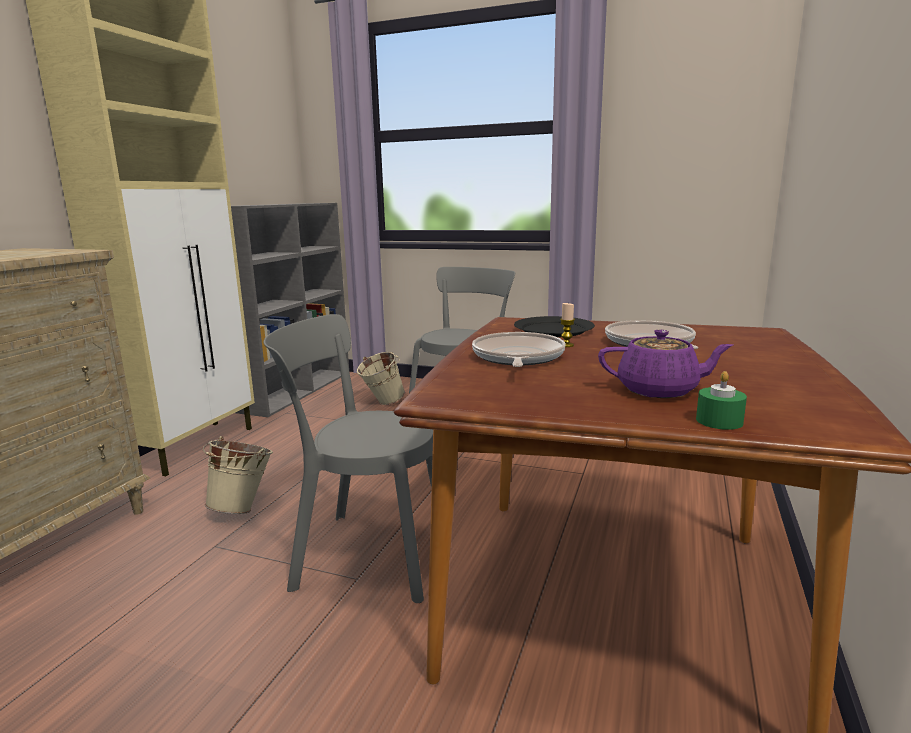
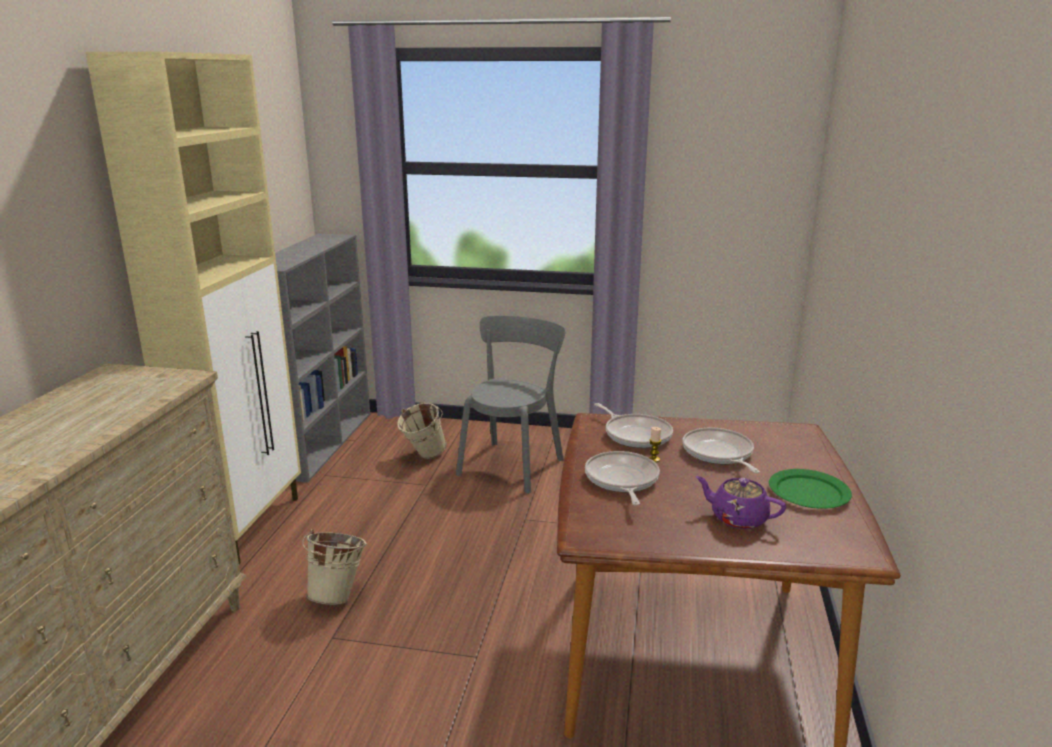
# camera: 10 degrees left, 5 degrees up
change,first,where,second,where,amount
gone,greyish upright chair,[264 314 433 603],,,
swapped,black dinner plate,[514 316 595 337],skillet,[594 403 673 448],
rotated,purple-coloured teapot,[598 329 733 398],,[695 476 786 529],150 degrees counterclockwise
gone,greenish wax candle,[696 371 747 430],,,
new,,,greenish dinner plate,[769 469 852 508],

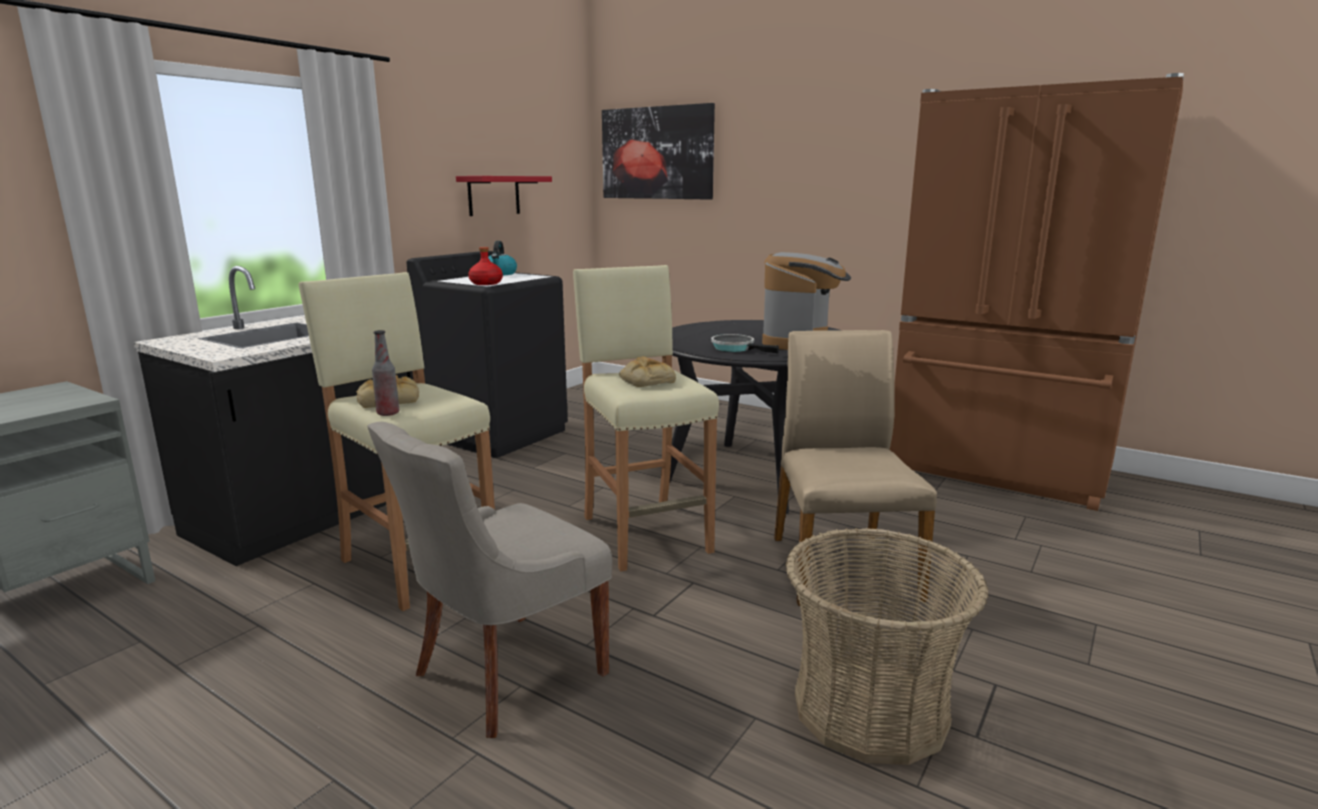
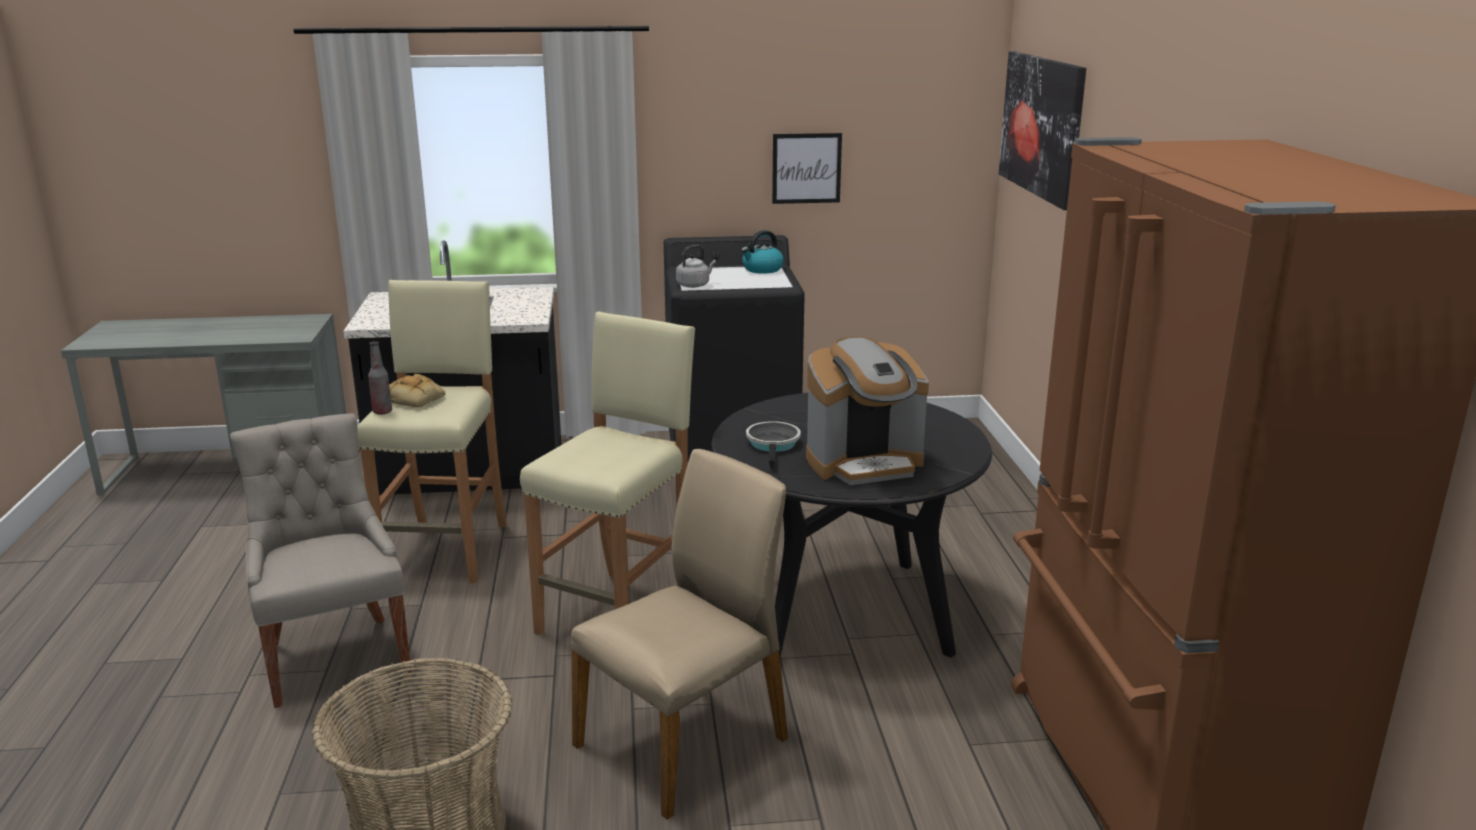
# camera: 50 degrees right, 5 degrees up
change,first,where,second,where,amount
rotated,greyish upright chair,[367 422 612 738],,[230 413 411 708],60 degrees clockwise
swapped,red-coloured wall shelf,[456 176 552 216],picture,[772 133 842 204],
swapped,red-coloured beverage bottle,[468 247 503 285],greyish water kettle,[676 245 716 288],
gone,bakery bread,[619 356 676 387],,,

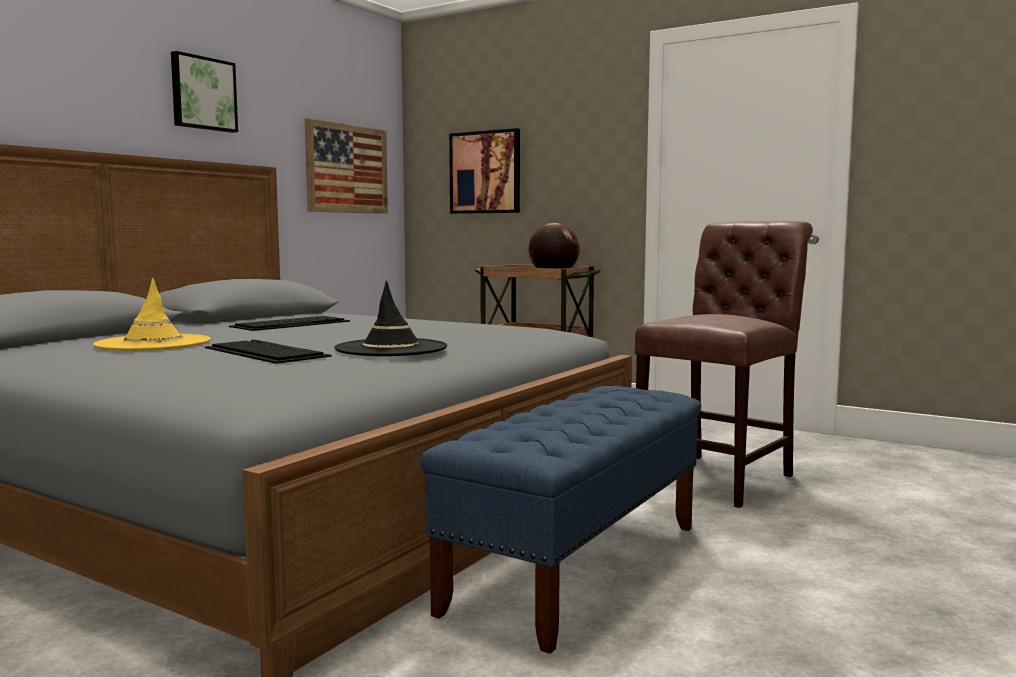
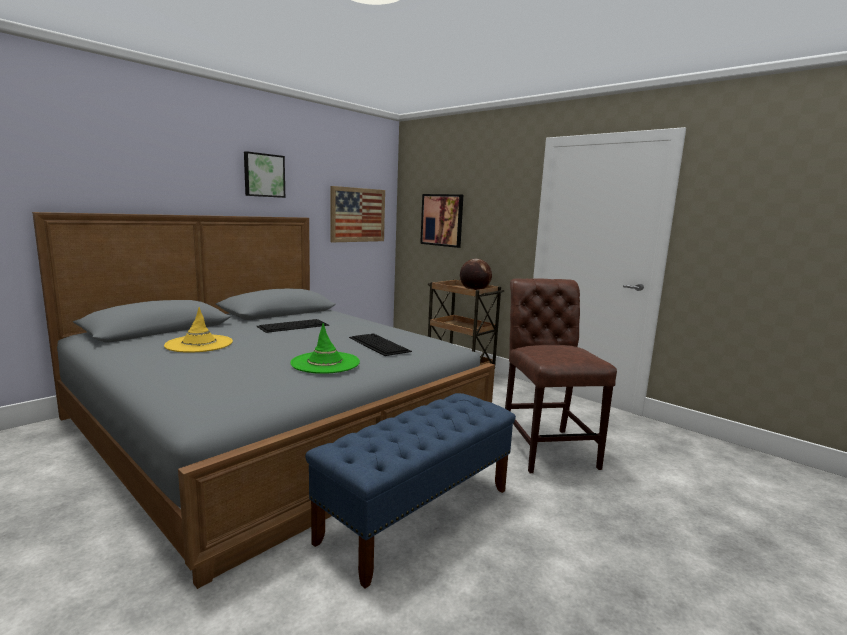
# camera: 10 degrees right, 5 degrees up
change,first,where,second,where,amount
shifted,computer keyboard,[205 340 332 364],,[349 333 412 356],
repainted,black hat,[334 281 447 356],greenish hat,[290 323 360 374],
rotated,brown-coloured upright chair,[634 221 813 508],,[505 278 617 473],60 degrees counterclockwise

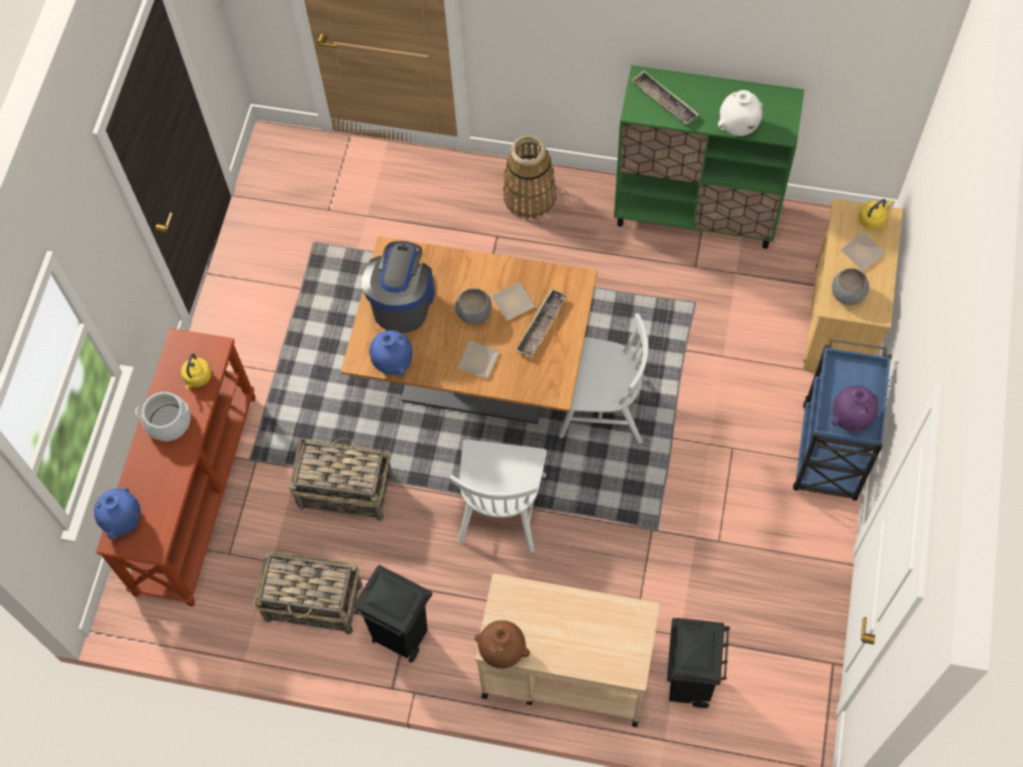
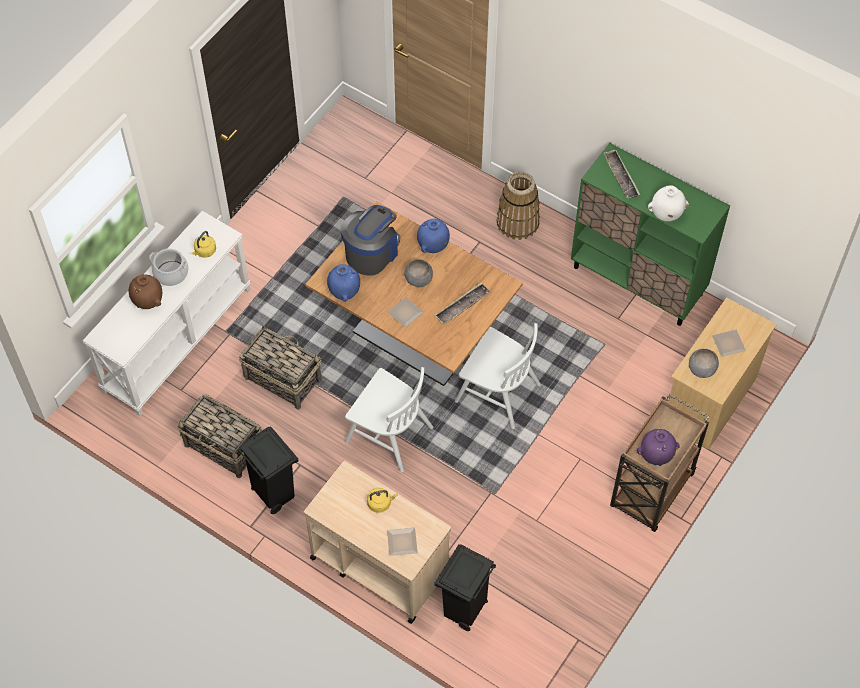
# camera: 20 degrees right, 5 degrees down
change,first,where,second,where,amount
shifted,blue decorative vase,[94 488 141 540],,[417 218 450 253],
repainted,brown-coloured hall table,[96 328 256 607],white-coloured hall table,[83 211 251 416],
rotated,white-coloured upright chair,[450 439 547 553],,[345 367 433 472],90 degrees counterclockwise
shifted,brown-coloured decorative vase,[474 620 530 669],,[129 274 162 309],
shifted,dinner plate,[491 282 535 321],,[387 528 418 556],
repainted,blue cart,[793 338 892 501],brown-coloured cart,[610 394 709 532],
shifted,yellow water kettle,[859 199 893 230],,[367 488 398 513],

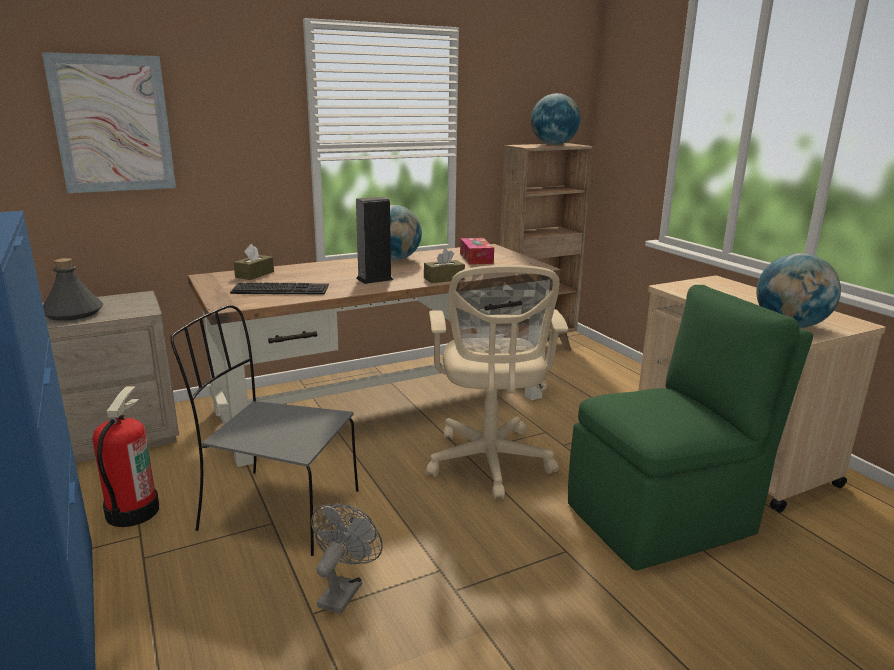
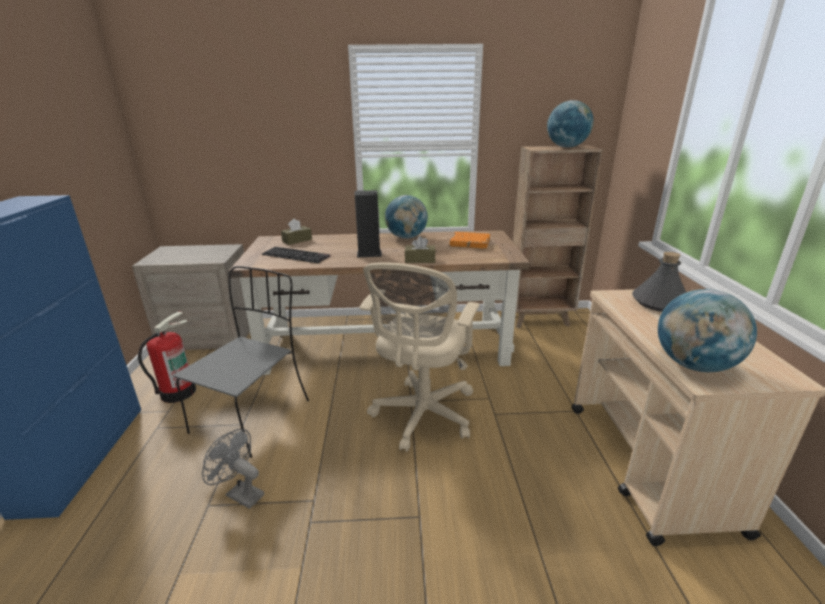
# camera: 25 degrees right, 5 degrees up
change,first,where,second,where,amount
gone,picture,[42 52 176 193],,,
shifted,greyish beverage bottle,[43 258 103 321],,[632 252 686 312],
rotated,greyish upright chair,[171 305 358 556],,[173 266 309 458],75 degrees clockwise
rotated,greyish electric fan,[311 504 383 614],,[202 429 264 509],105 degrees counterclockwise
swapped,tissue holder,[460 238 494 265],orange-coloured book,[449 232 490 249],
gone,greenish upright chair,[568 285 813 571],,,

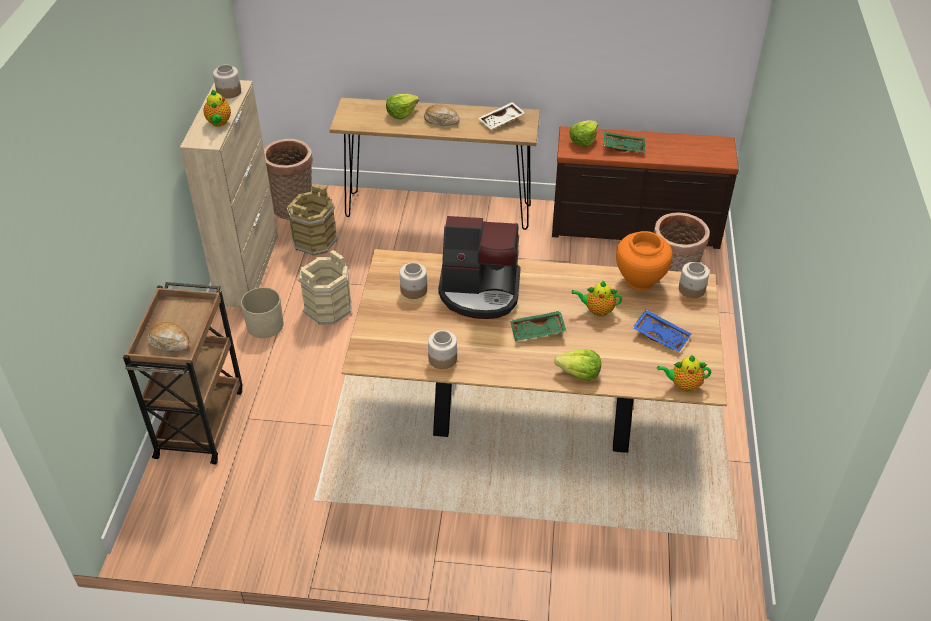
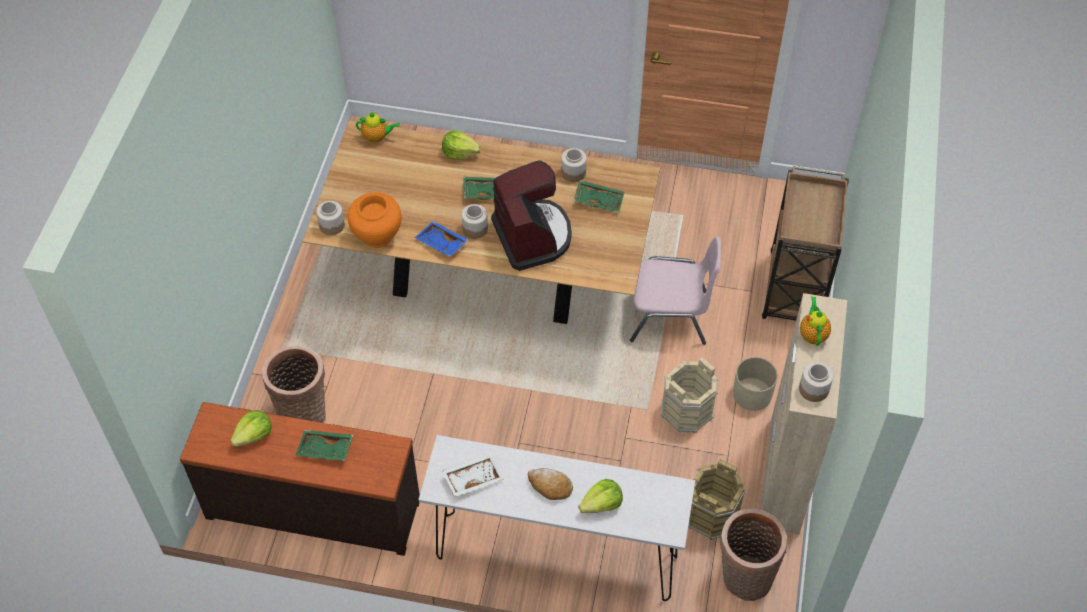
# camera: 175 degrees left, 10 degrees up
change,first,where,second,where,amount
gone,bakery bread,[148 322 190 351],,,
repainted,brown-coloured hall table,[330 97 540 230],white-coloured hall table,[418 435 695 601],
shifted,storage jar,[400 263 427 299],,[462 204 488 239],
rotated,coffee maker,[438 216 521 319],,[491 160 572 271],60 degrees clockwise
shifted,lettuce,[570 120 598 147],,[230 410 272 447],
gone,teapot,[571 280 622 317],,,
shifted,blue tray,[632 310 692 353],,[414 221 468 257],
new,,,greenish tray,[574 180 624 213],
new,,,pink upright chair,[630 237 721 345],

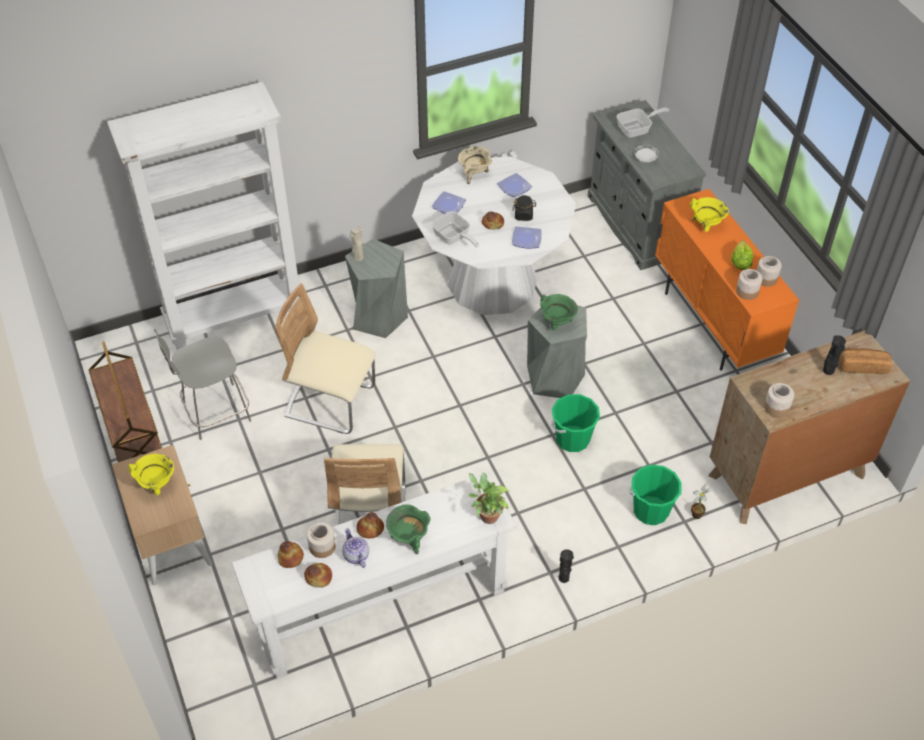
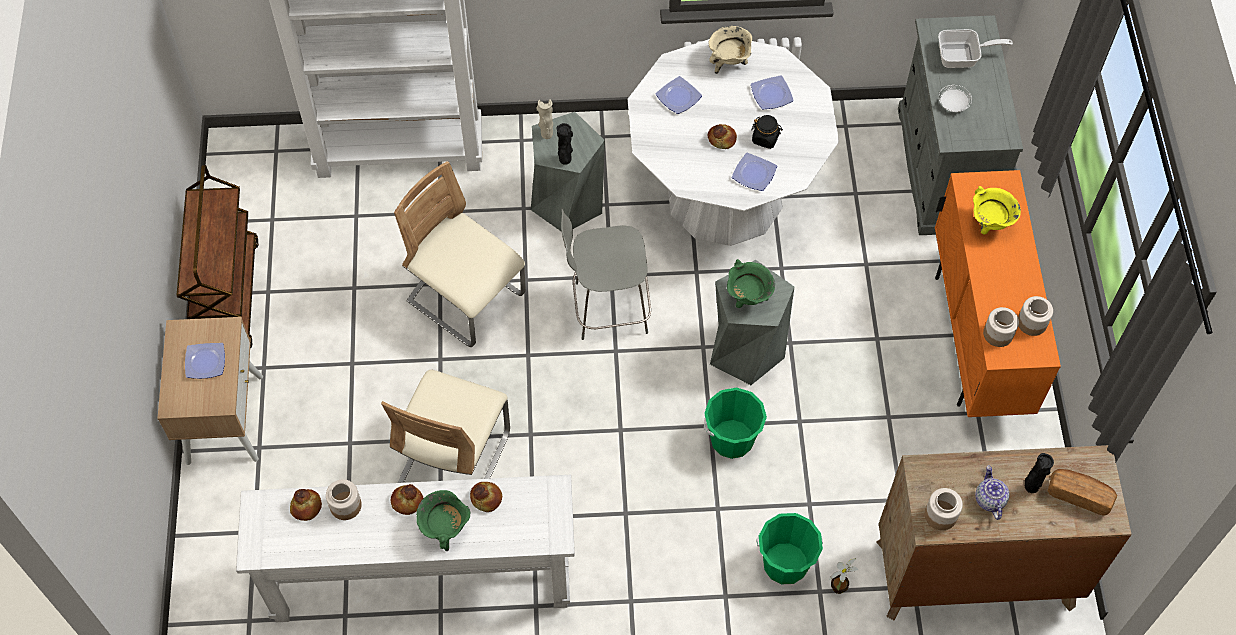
# camera: 20 degrees right, 10 degrees up
change,first,where,second,where,amount
swapped,yellow saucepot,[129 454 174 495],dinner plate,[185 343 225 379],
shifted,greyish upright chair,[154 329 251 440],,[561 208 651 340],
shifted,bakery bread,[304 563 332 588],,[470 482 502 512],
shifted,teapot,[342 528 369 568],,[975 465 1010 520],
gone,skillet,[431 211 479 247],,,
gone,houseplant,[468 472 510 524],,,
shifted,black decorative vase,[558 549 574 583],,[556 123 573 165],
gone,lettuce,[731 240 753 270],,,

